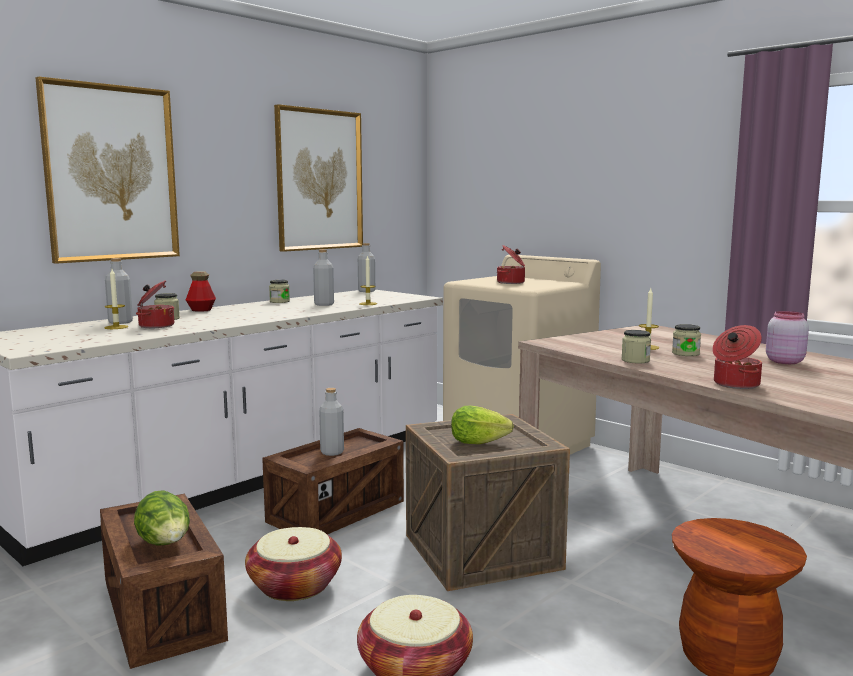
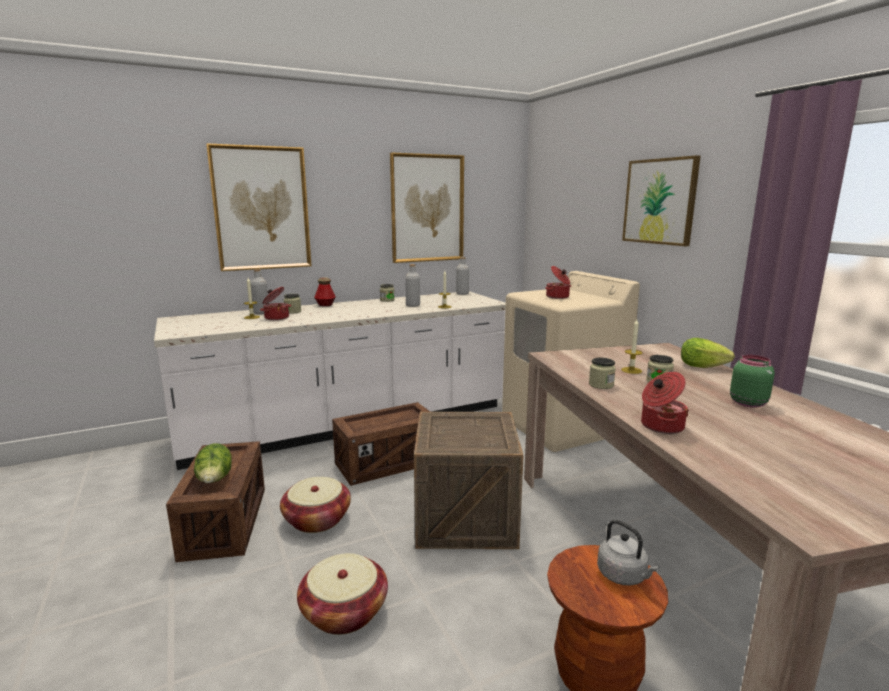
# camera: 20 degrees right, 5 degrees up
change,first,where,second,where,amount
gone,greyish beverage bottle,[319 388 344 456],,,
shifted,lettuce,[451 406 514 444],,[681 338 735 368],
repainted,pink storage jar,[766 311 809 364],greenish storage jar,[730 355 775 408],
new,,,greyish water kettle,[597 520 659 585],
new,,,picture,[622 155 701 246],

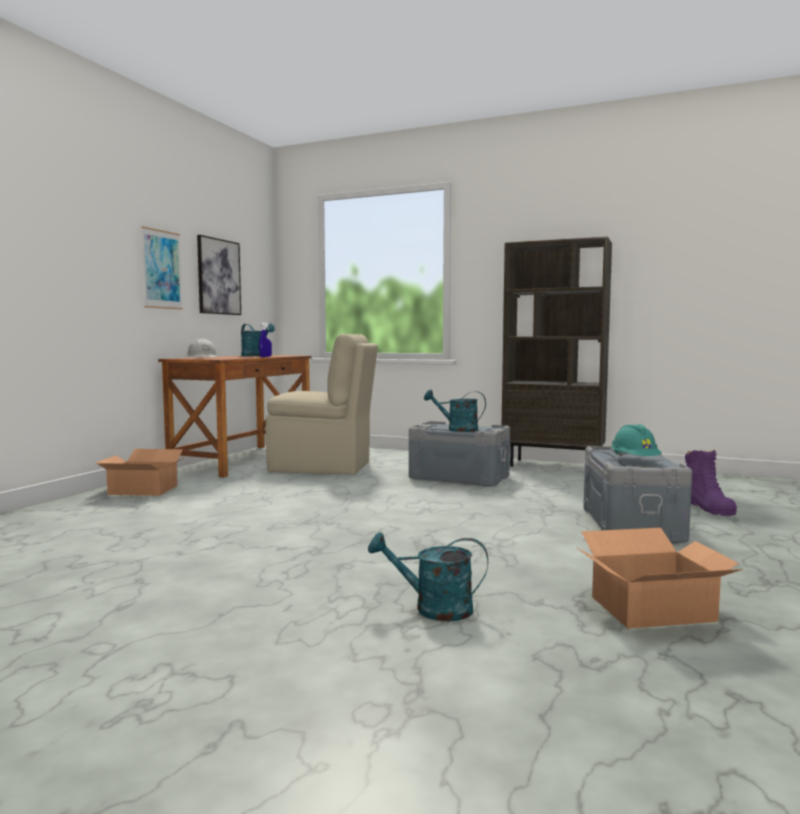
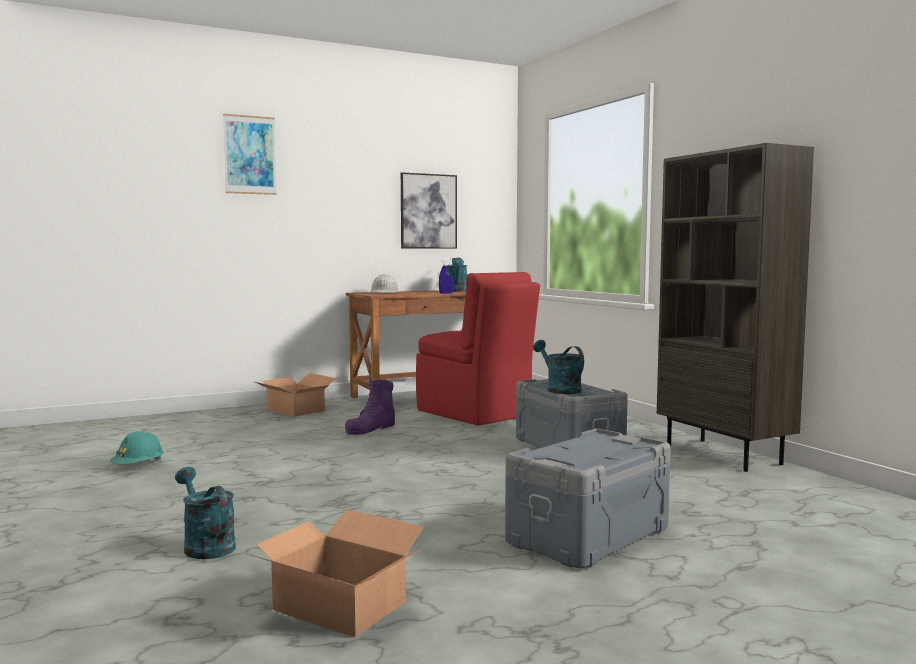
# camera: 40 degrees right, 0 degrees up
change,first,where,second,where,amount
shifted,picture,[141 226 183 310],,[223 114 277 195],
repainted,beige-coloured upright chair,[266 334 378 475],red-coloured upright chair,[416 272 540 426],
shifted,turquoise-coloured hard hat,[611 424 662 457],,[110 431 164 465],
shifted,purple-coloured high-top boot,[685 450 737 516],,[345 378 395 435],

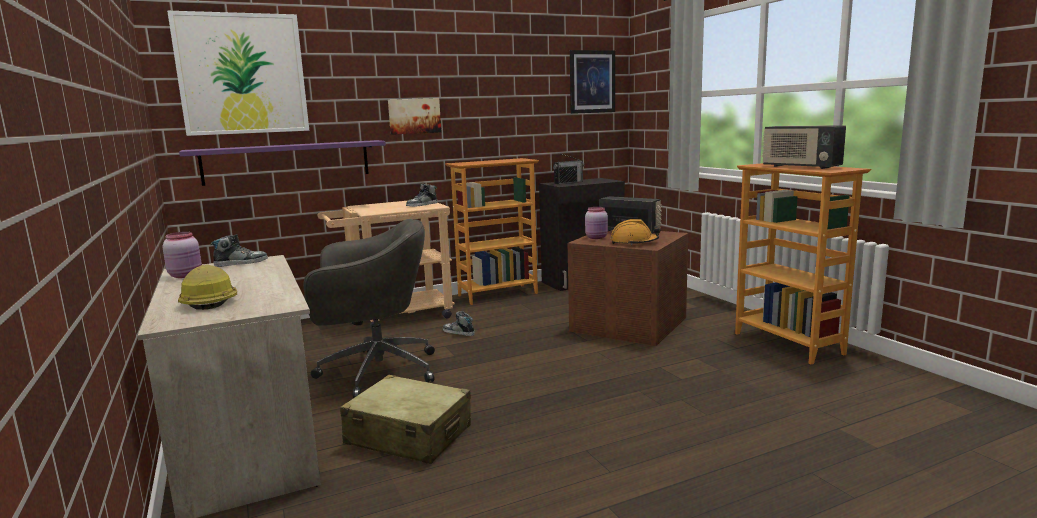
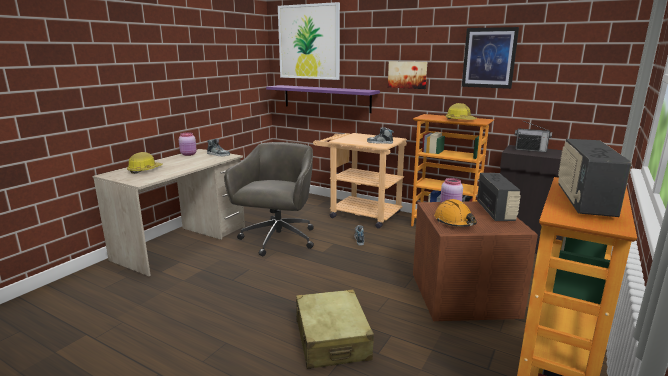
# camera: 55 degrees right, 5 degrees up
change,first,where,second,where,amount
rotated,greyish computer chair,[303 219 435 398],,[224 142 314 256],120 degrees counterclockwise
shifted,beige-coloured travel case,[340 375 471 464],,[296 289 374 369],
shifted,picture,[570 50 615 114],,[462 27 519 89],
new,,,hard hat,[445 103 477 120],

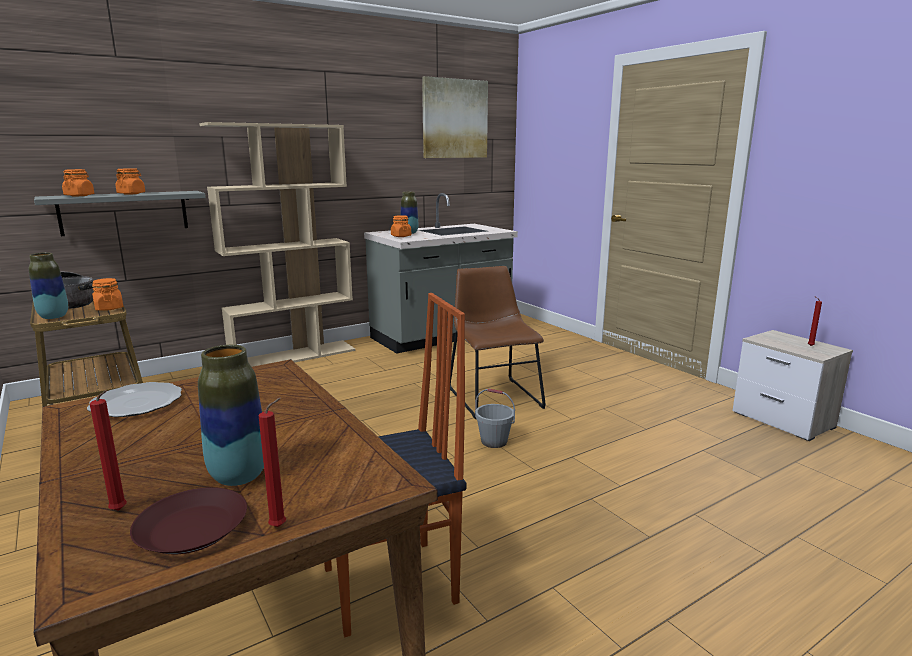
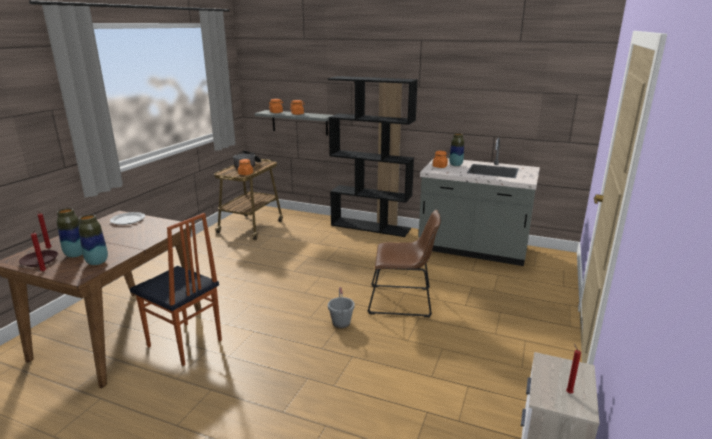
# camera: 55 degrees right, 5 degrees up
change,first,where,second,where,amount
shifted,decorative vase,[28 253 68 319],,[78 214 108 265],
repainted,beige-coloured bookcase,[199 122 355 367],black bookcase,[328 76 418 237],
gone,picture,[422 76 488 158],,,
rotated,brown-coloured upright chair,[450 266 546 419],,[367 210 441 317],60 degrees clockwise

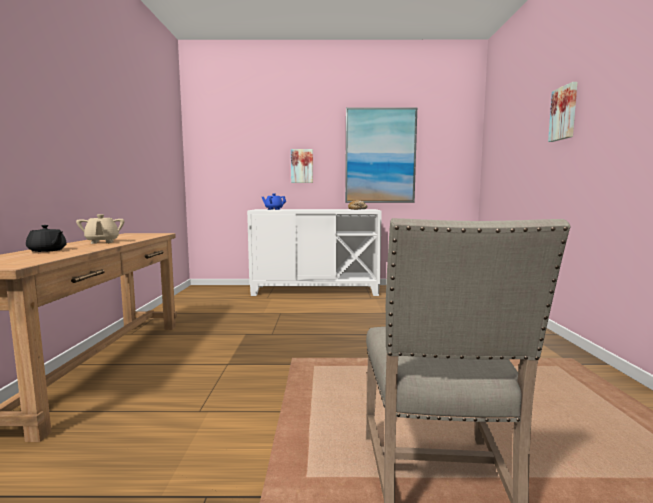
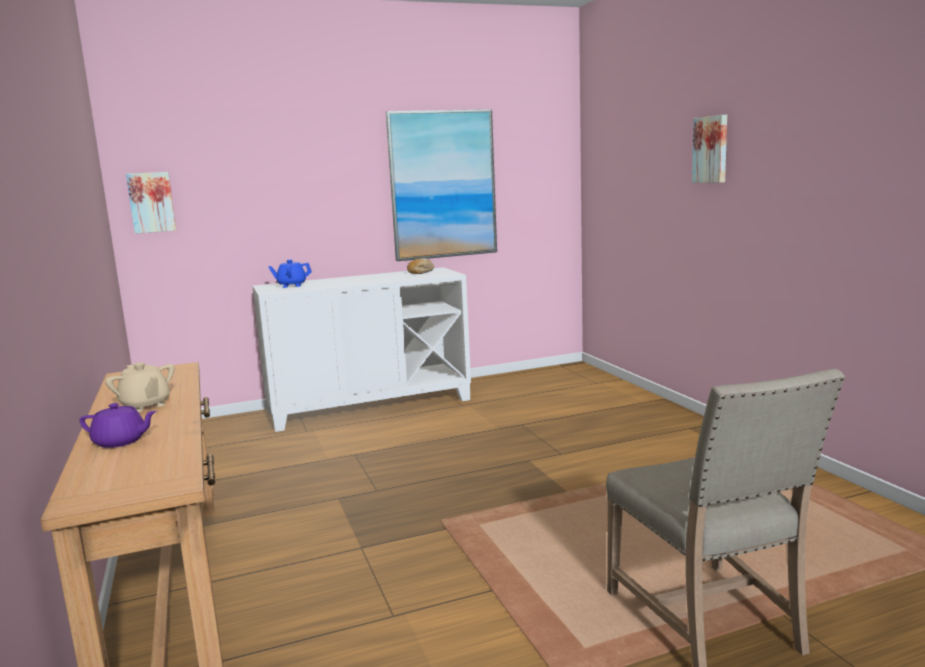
# camera: 20 degrees left, 5 degrees up
change,first,where,second,where,amount
repainted,black teapot,[26 225 67 252],purple-coloured teapot,[80 403 157 448],
shifted,picture,[291 149 313 183],,[126 172 176 234],

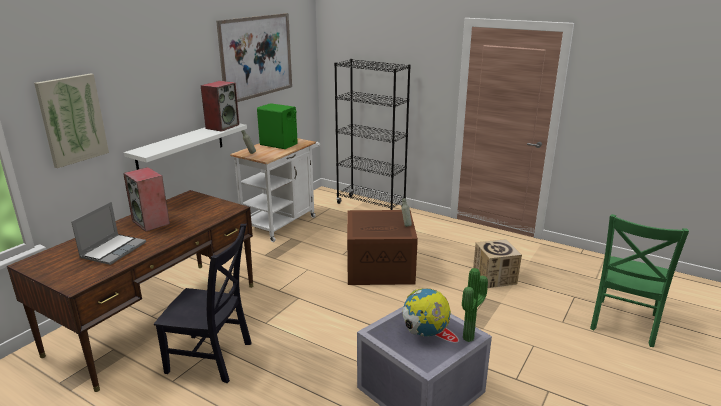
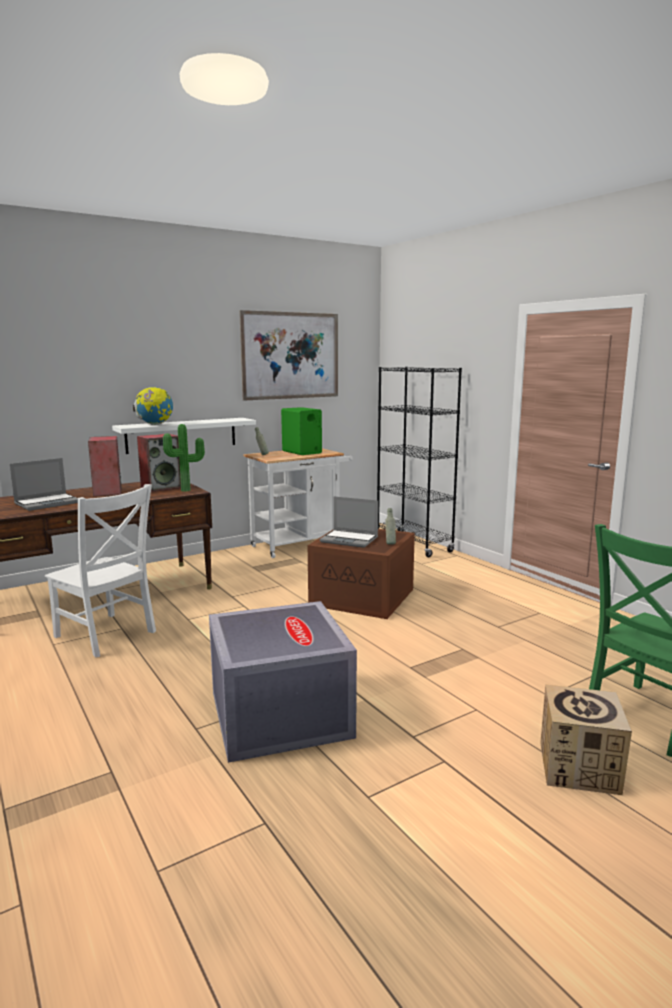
# camera: 25 degrees right, 10 degrees down
change,first,where,second,where,amount
gone,picture,[34 73 109 168],,,
repainted,black upright chair,[154 224 251 383],white-coloured upright chair,[45 484 156 658],
shifted,loudspeaker,[201 81 239 132],,[137 434 181 492],
shifted,desk globe,[403 289 451 337],,[133 387 173 425],
shifted,houseplant,[462 268 488 342],,[163 424 205 492],
shifted,cardboard box,[473 239 522 288],,[540 685 632 795],
new,,,notebook computer,[320 496 378 548],

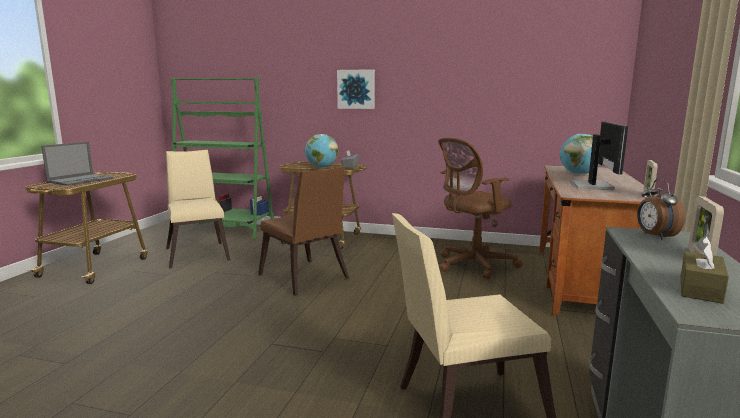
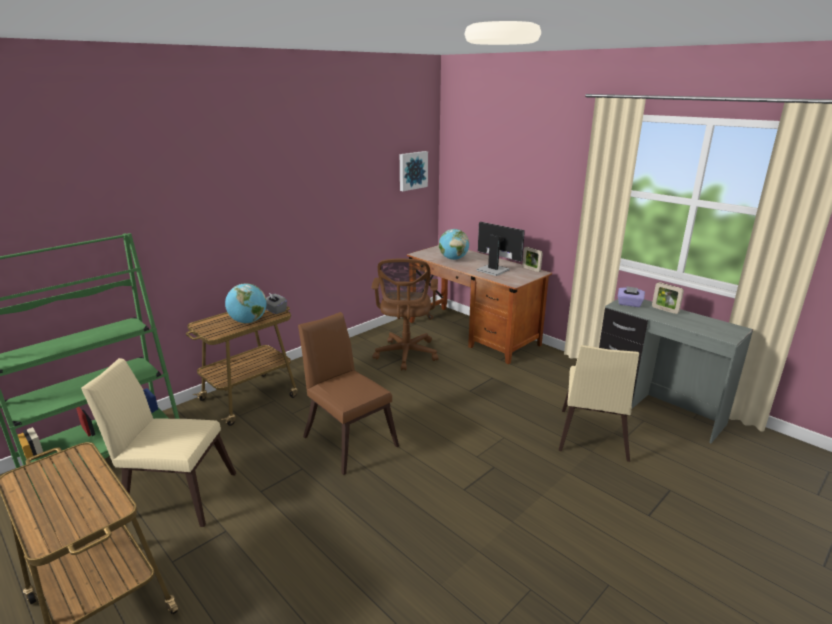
# camera: 60 degrees left, 10 degrees up
change,first,where,second,where,amount
gone,notebook computer,[41 142 113 186],,,
rotated,brown-coloured upright chair,[258 166 349 296],,[298 312 399 475],120 degrees counterclockwise
shifted,picture,[337 69 375 109],,[400 151 428 191],
swapped,alarm clock,[637 179 685 240],purple-coloured tissue holder,[618 286 645 307],
gone,brown-coloured tissue holder,[681 236 729 304],,,

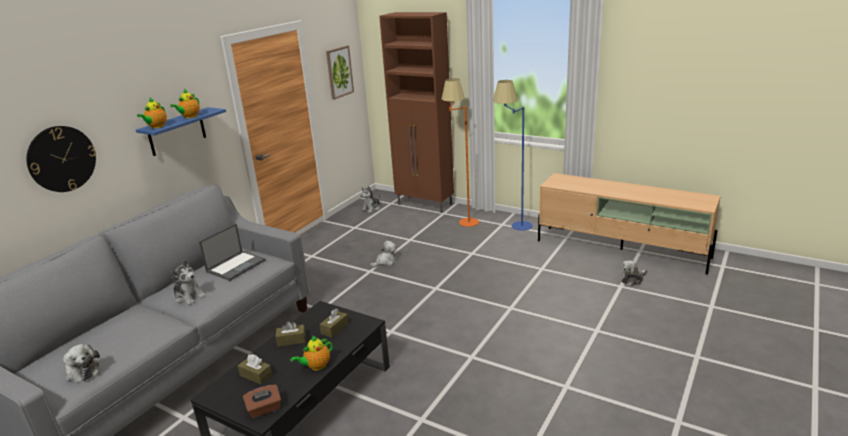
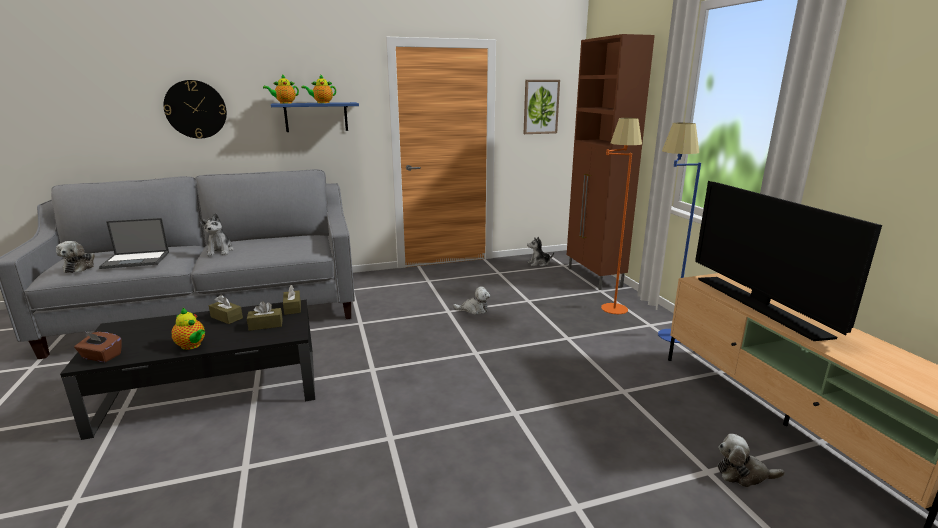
# camera: 40 degrees right, 5 degrees down
change,first,where,second,where,amount
shifted,notebook computer,[199 224 266 281],,[99 218 169 269],
shifted,brown-coloured tissue holder,[238 354 272 385],,[283 285 301 315],
rotated,teapot,[290 336 333 371],,[172 308 205 350],150 degrees counterclockwise
new,,,TV set,[695 181 882 341],

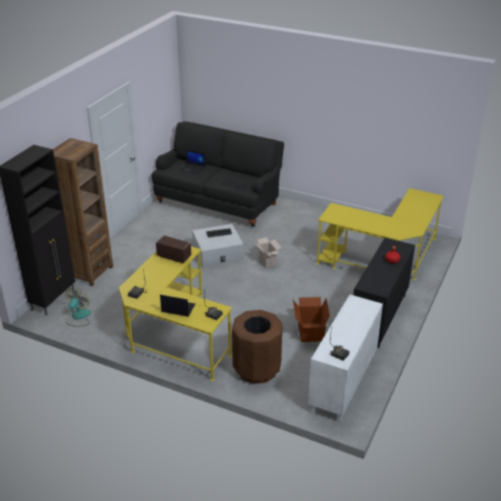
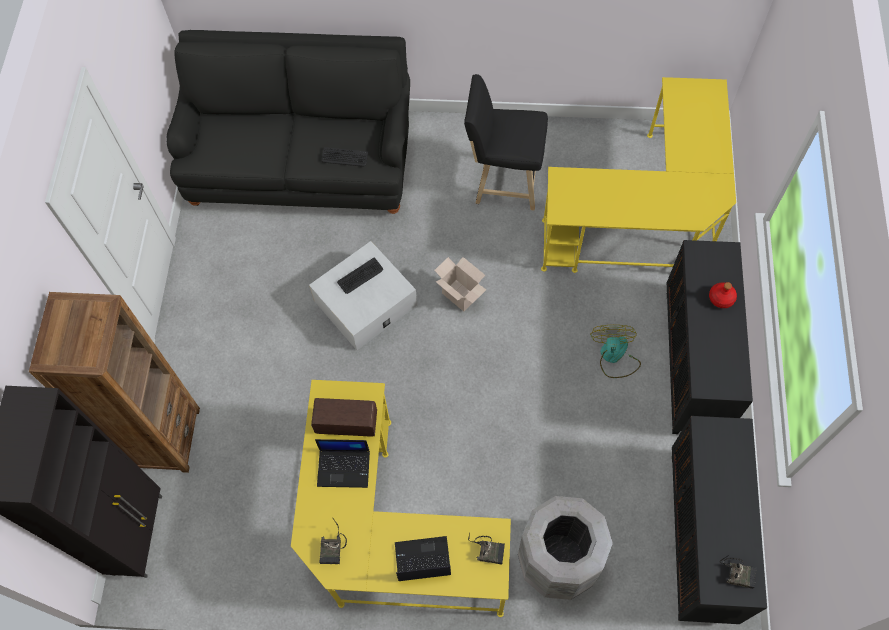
# camera: 20 degrees left, 30 degrees up
change,first,where,second,where,amount
shifted,electric fan,[66 288 91 327],,[590 325 641 378],
shifted,notebook computer,[179 150 205 174],,[315 439 370 488],
repainted,brown-coloured trash can,[232 310 283 384],greyish trash can,[518 496 613 600],
gone,cardboard box,[293 297 330 342],,,
repainted,white-coloured cabinet,[308 295 383 423],black cabinet,[672 416 767 624],
new,,,black sitting stool,[464 74 548 211],

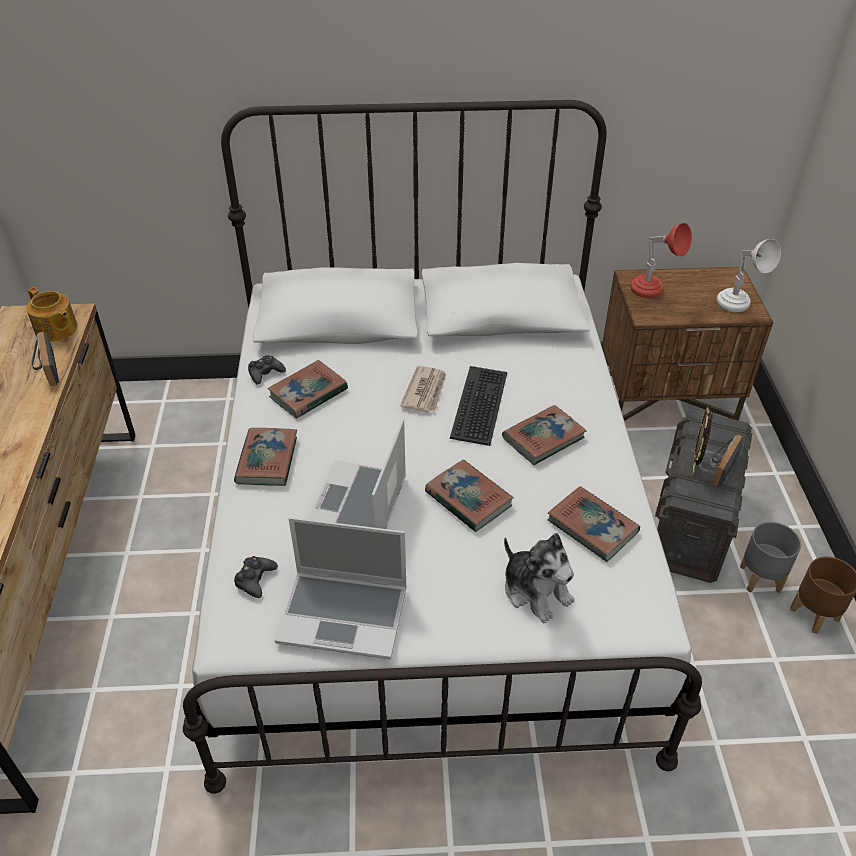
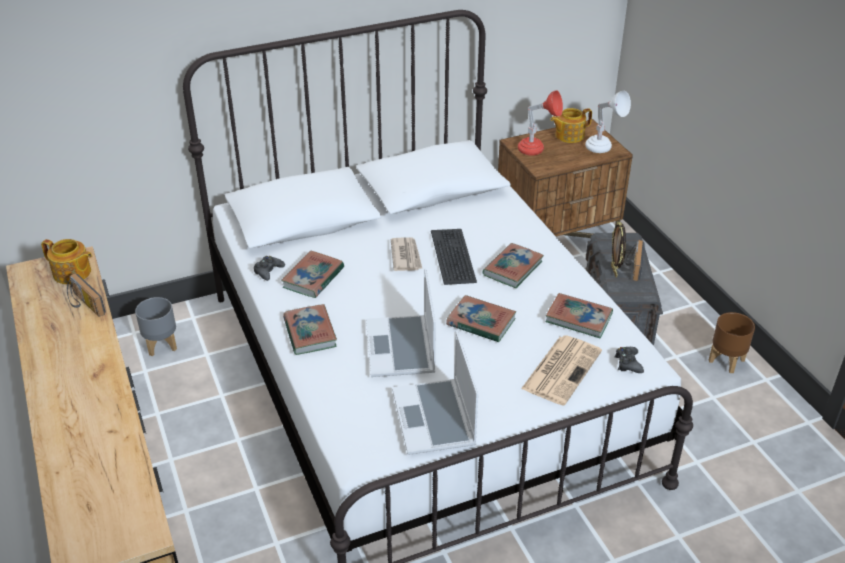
# camera: 20 degrees left, 5 degrees down
change,first,where,second,where,amount
shifted,black game controller,[234 556 278 598],,[614 347 644 373],
rotated,notebook computer,[275 517 407 659],,[392 331 478 455],90 degrees clockwise
swapped,cuddly toy,[504 533 575 623],newspaper,[521 336 602 405],
shifted,greyish flower pot,[740 522 801 593],,[135 297 177 356],
new,,,teapot,[550 108 592 143],

